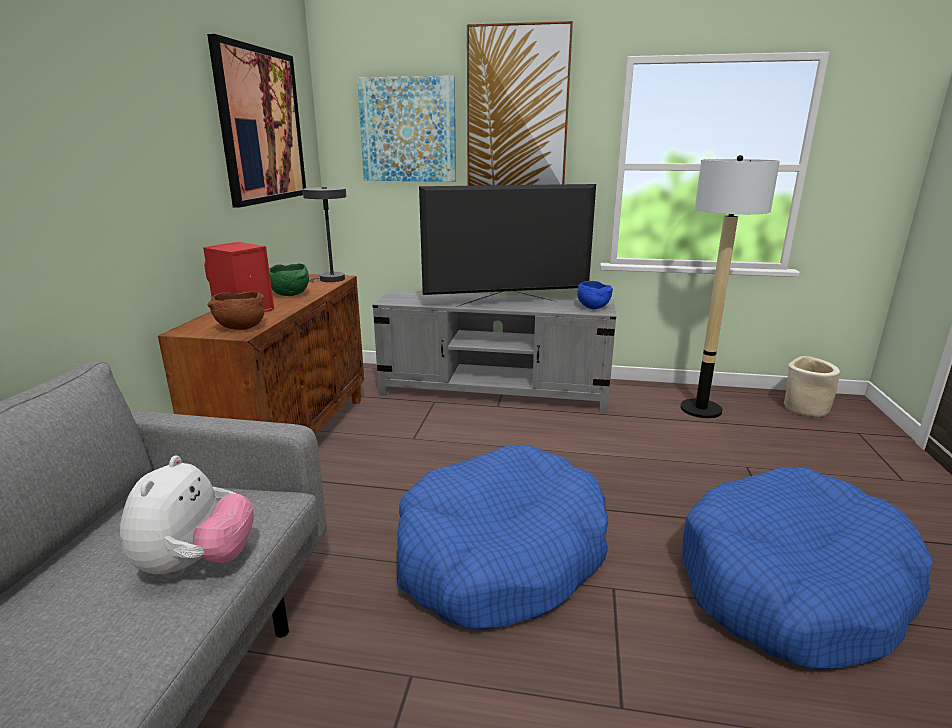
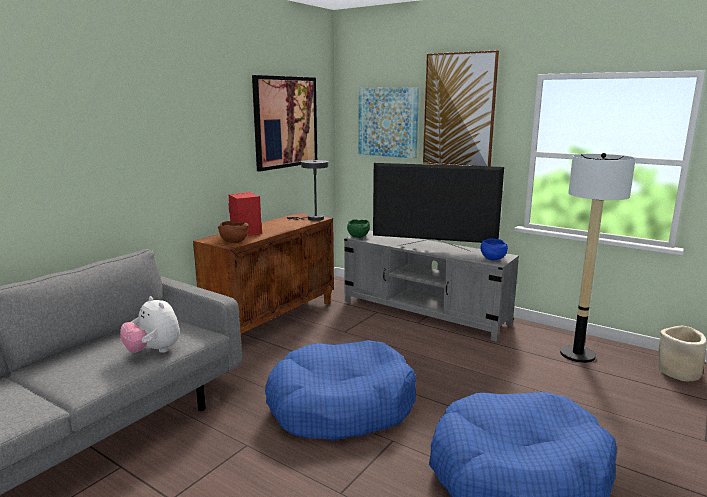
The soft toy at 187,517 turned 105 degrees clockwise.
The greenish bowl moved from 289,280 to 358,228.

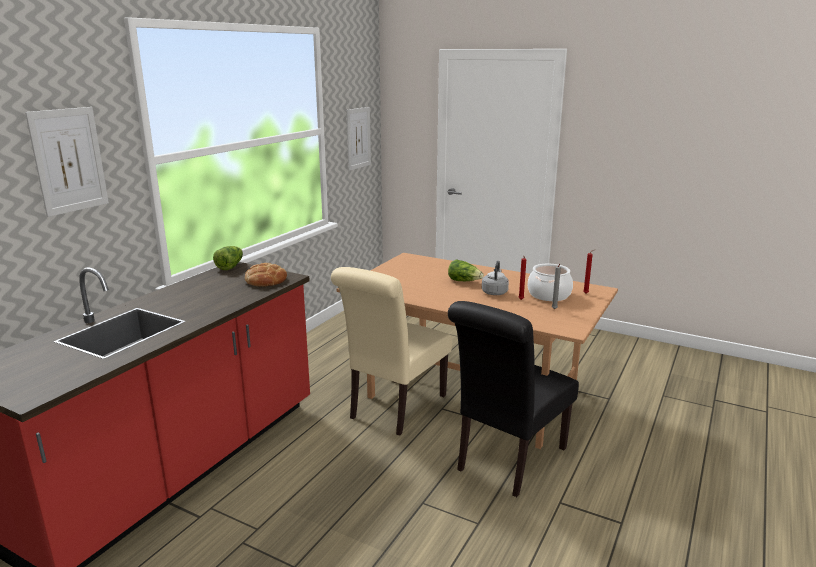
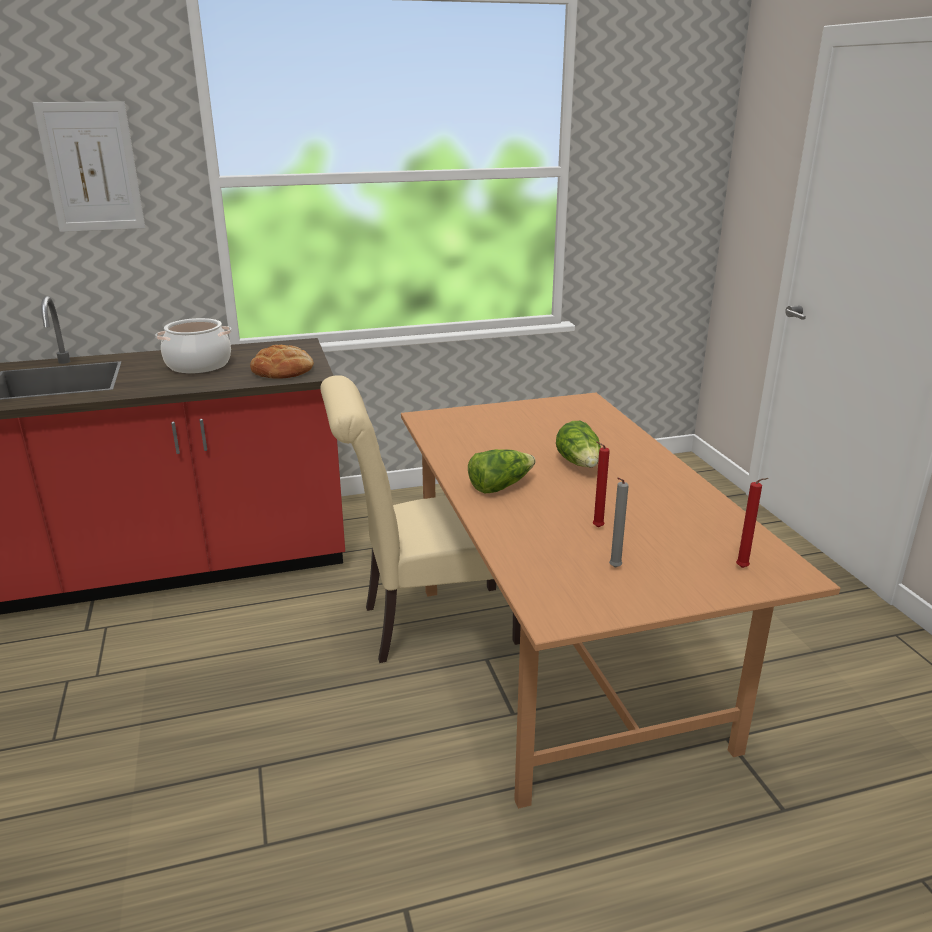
The lettuce head moved from 228,258 to 502,471.
The picture at 359,139 disappeared.
The black-coloured chair at 513,399 disappeared.
The greyish kettle at 495,278 disappeared.
The stockpot moved from 550,282 to 193,345.

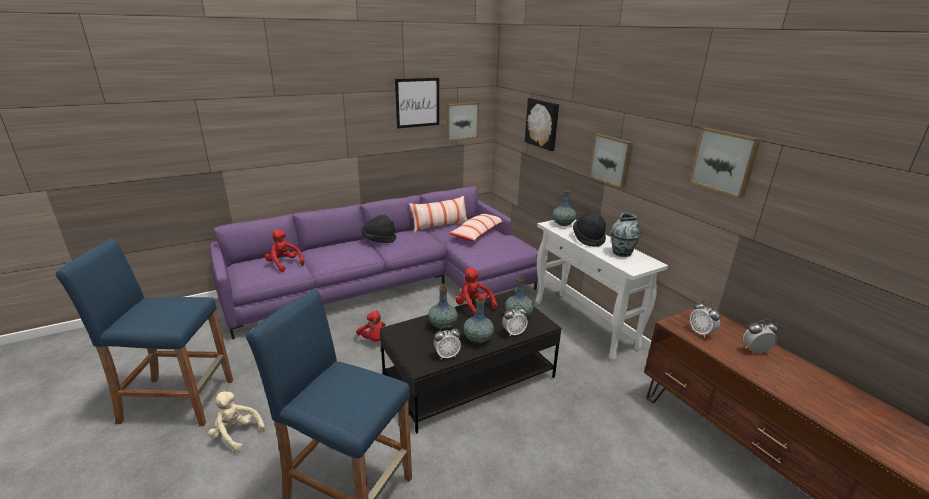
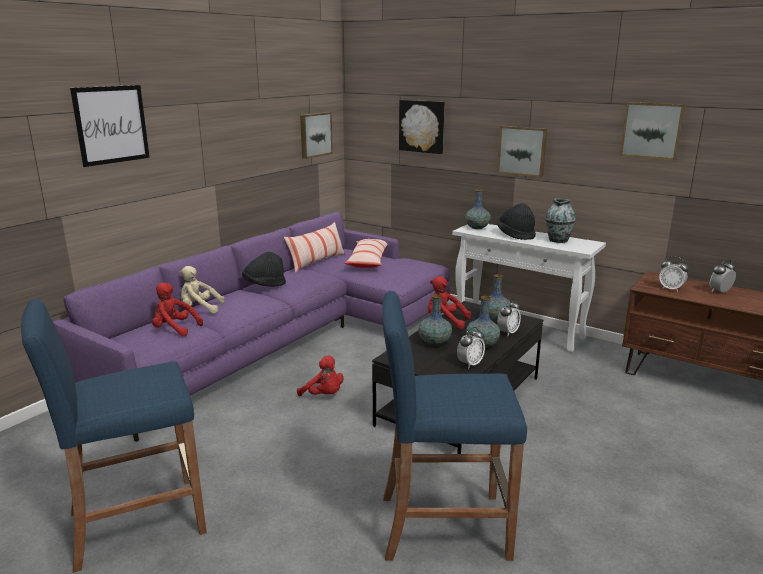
The beige soft toy moved from 236,421 to 202,290.
The picture moved from 417,103 to 110,126.

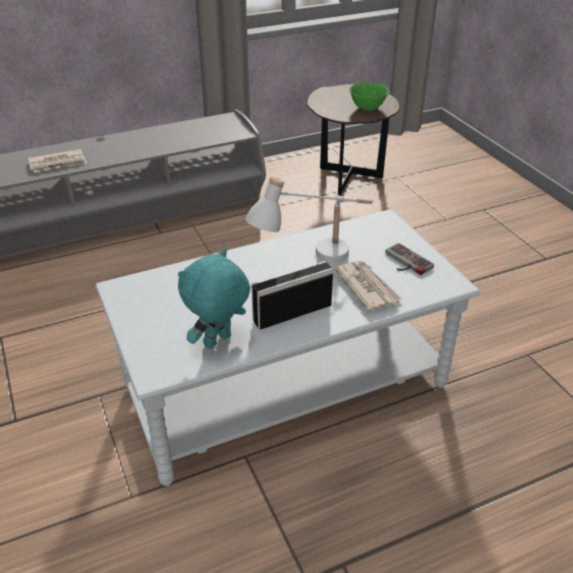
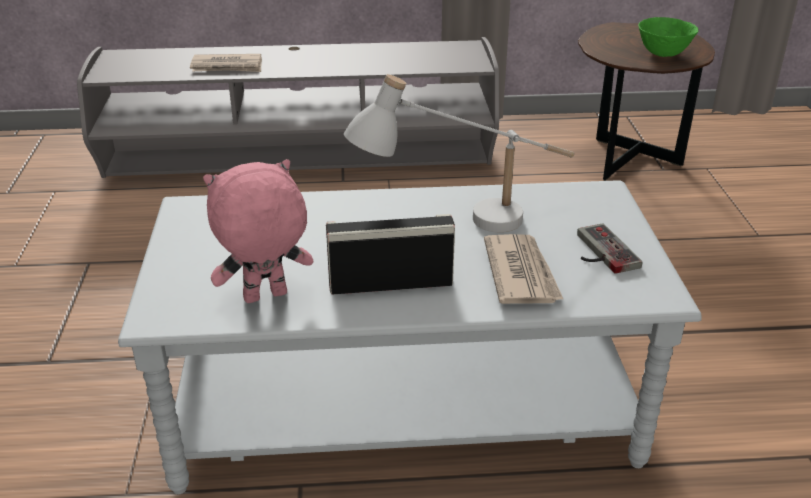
The blue-green soft toy at 214,299 became the pink soft toy at 258,231.

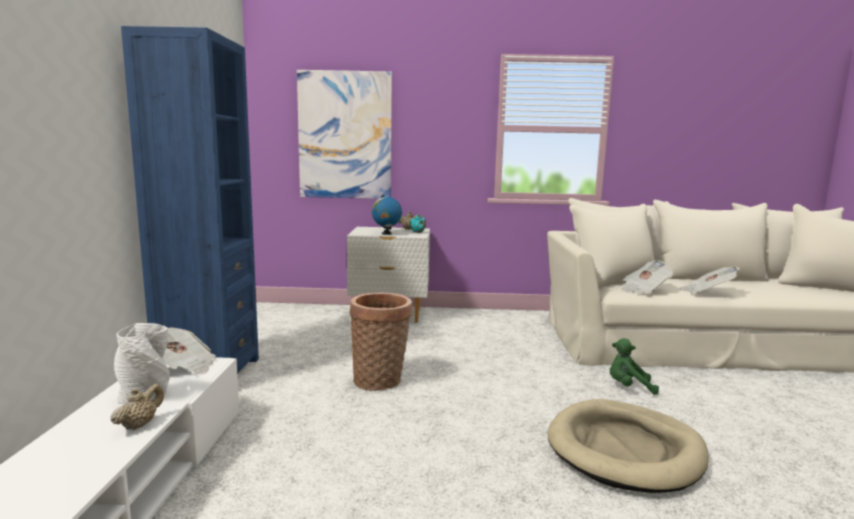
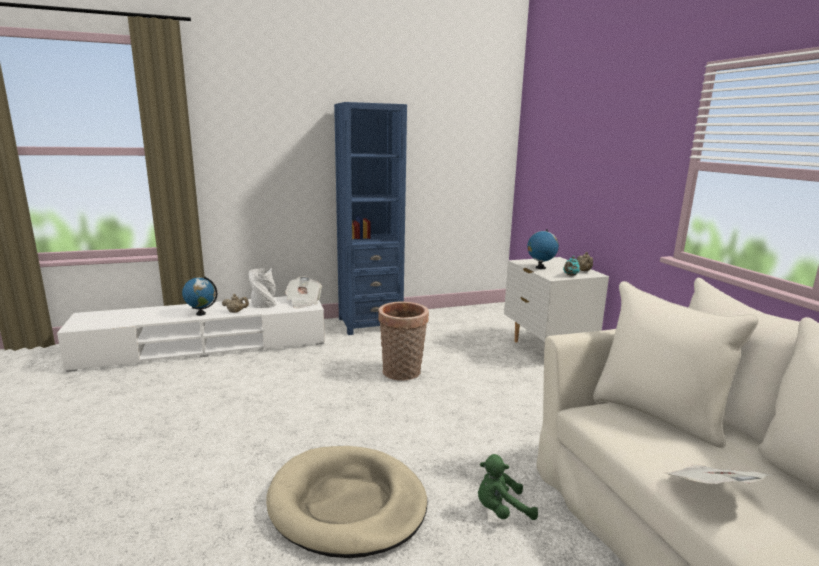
The picture at 344,134 disappeared.
The greenish soft toy at 634,366 turned 90 degrees counterclockwise.
The printed paper at 647,277 disappeared.
The world globe at 199,296 appeared.

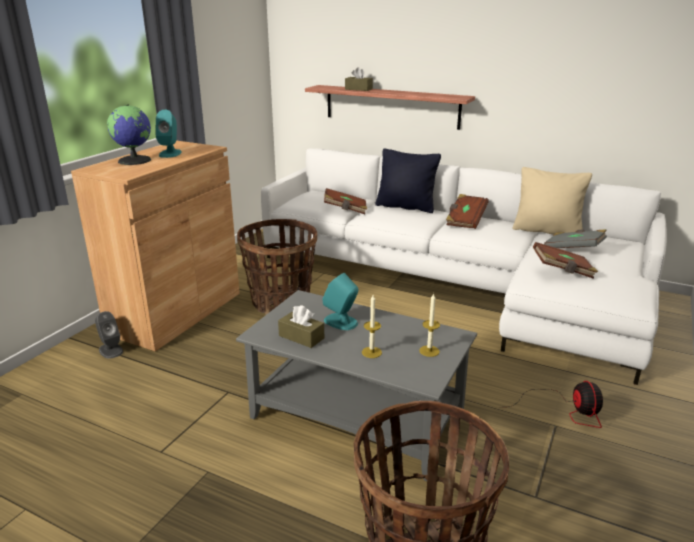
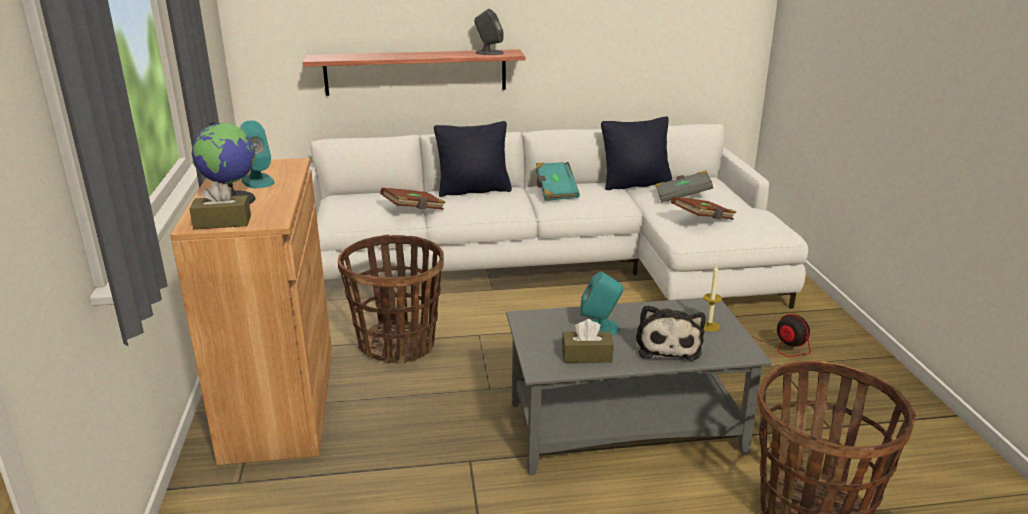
The greyish speaker moved from 109,335 to 489,32.
The brown tissue holder moved from 359,79 to 220,205.
The candle at 372,326 was replaced by the soft toy at 671,333.
The brown bound book at 467,211 became the blue-green bound book at 558,181.
The beige pillow at 552,200 became the black-coloured pillow at 636,153.

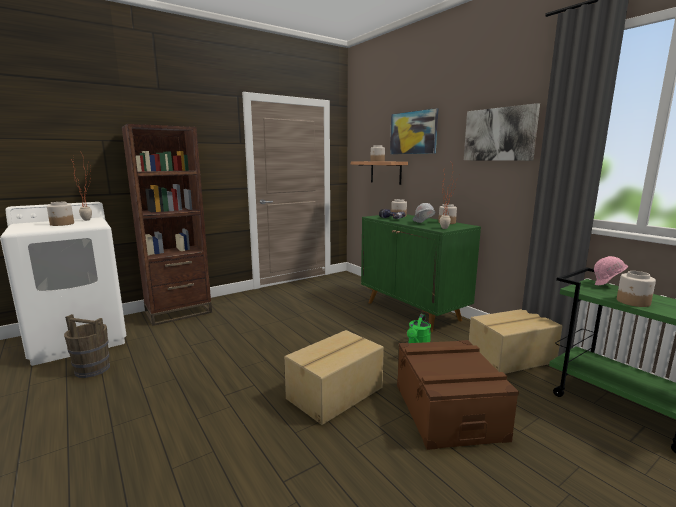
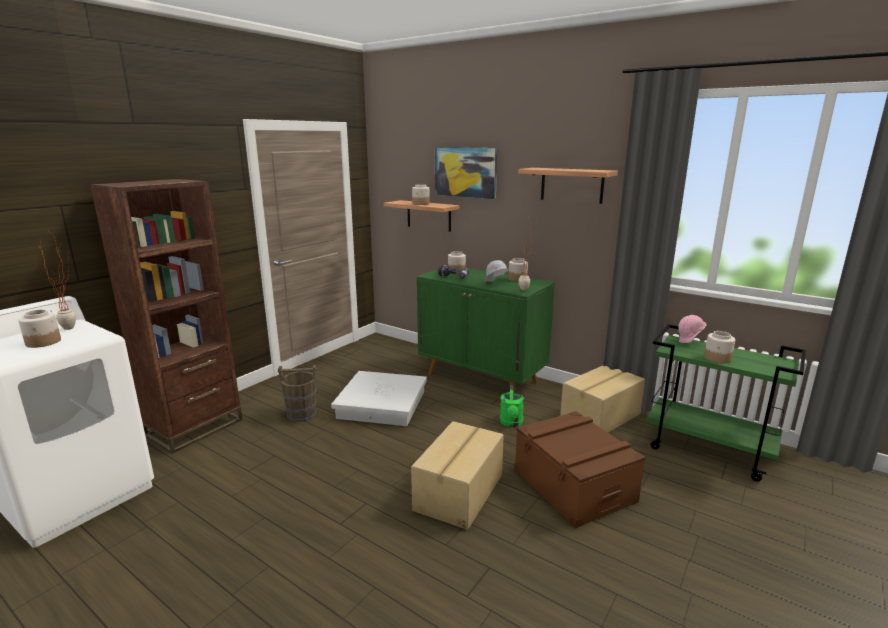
The brown pail moved from 87,346 to 297,393.
The picture at 502,132 was replaced by the bracket shelf at 568,186.
The white-coloured storage container at 379,398 appeared.

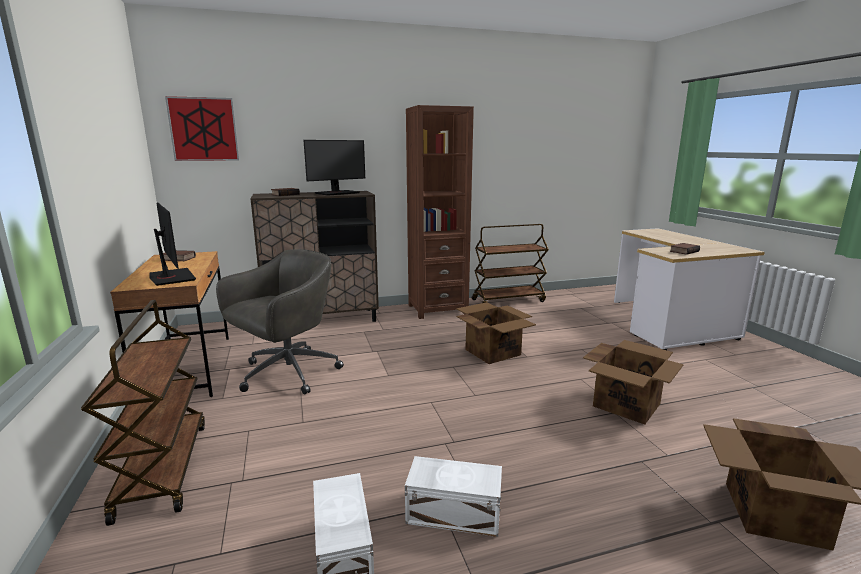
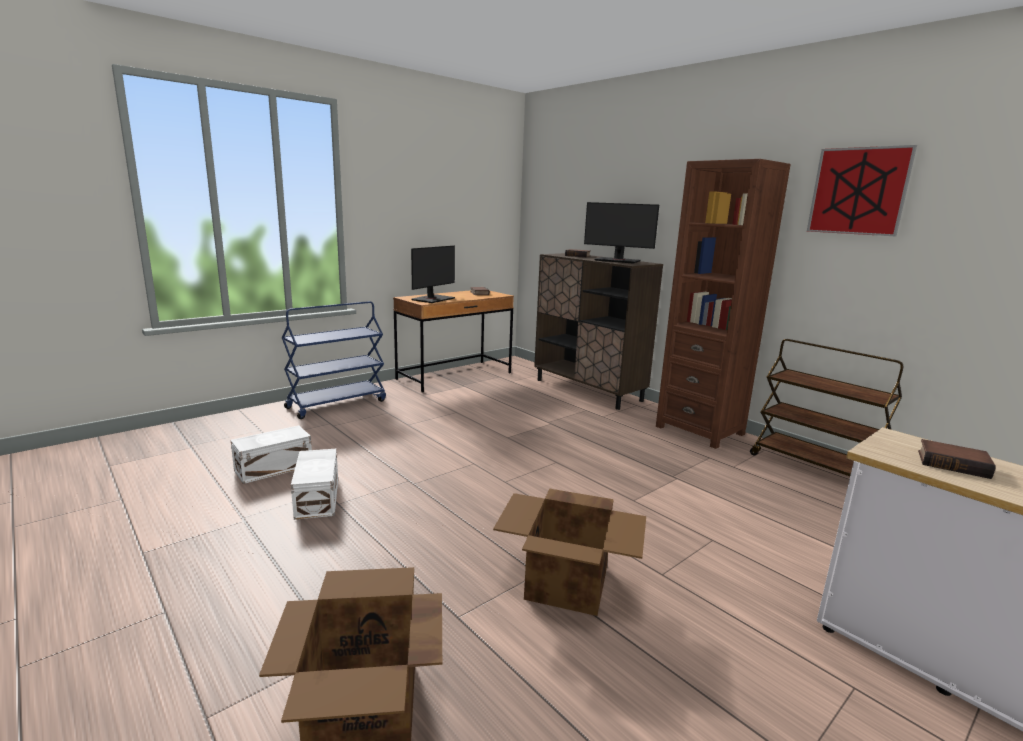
The brown cart at 143,413 became the blue cart at 334,360.
The picture moved from 202,128 to 862,190.
The greyish office chair at 280,321 disappeared.
The carton at 496,333 disappeared.

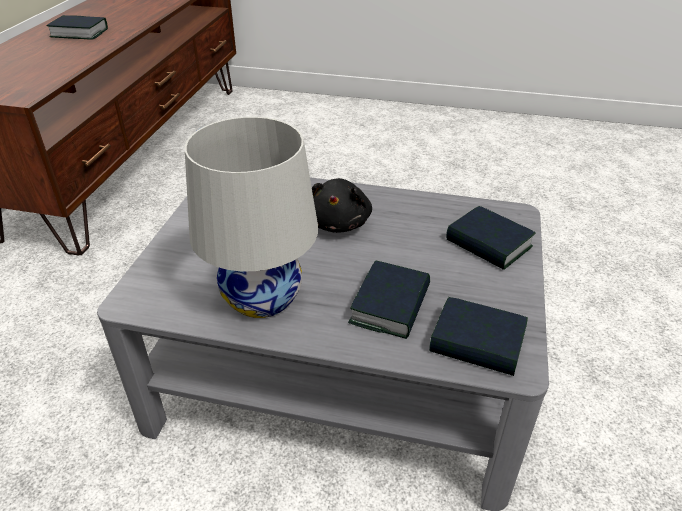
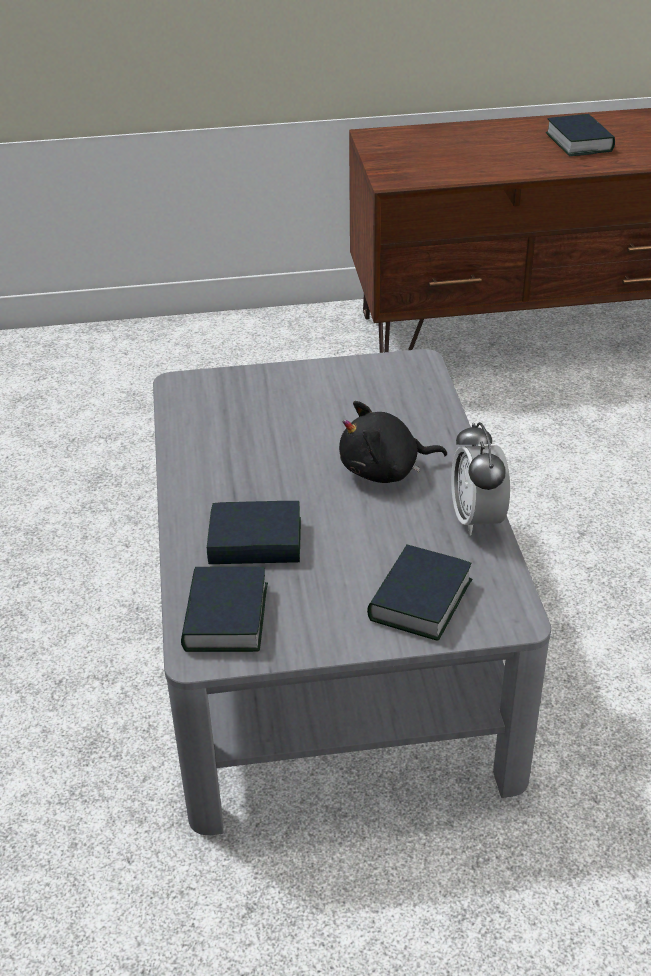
The white-coloured tabletop lamp at 251,217 disappeared.
The table clock at 480,479 appeared.

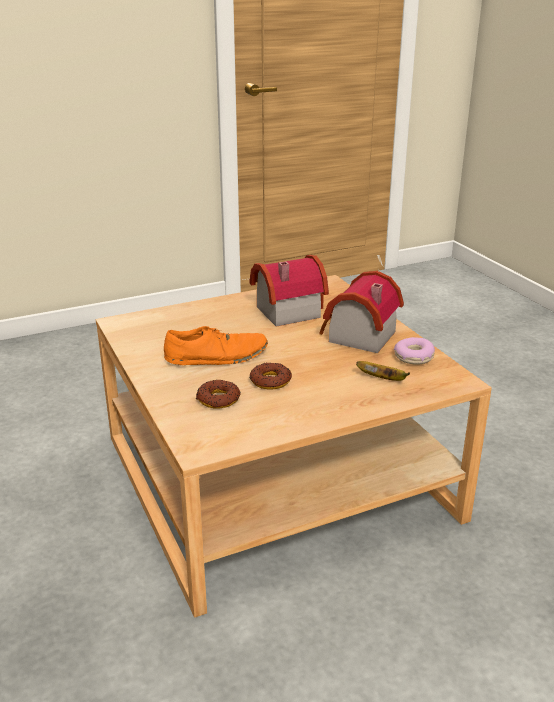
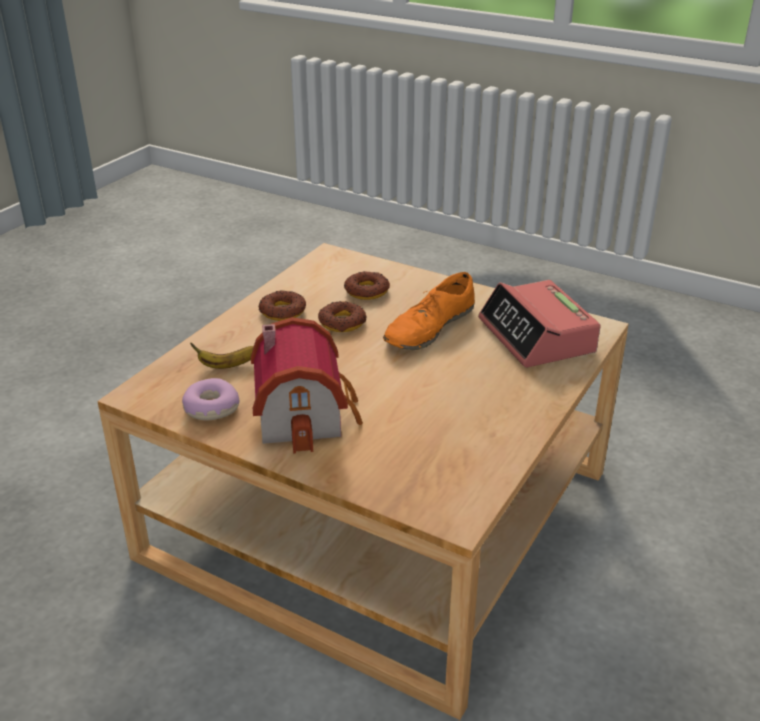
The miniature house at 289,290 disappeared.
The donut at 282,306 appeared.
The table clock at 539,324 appeared.

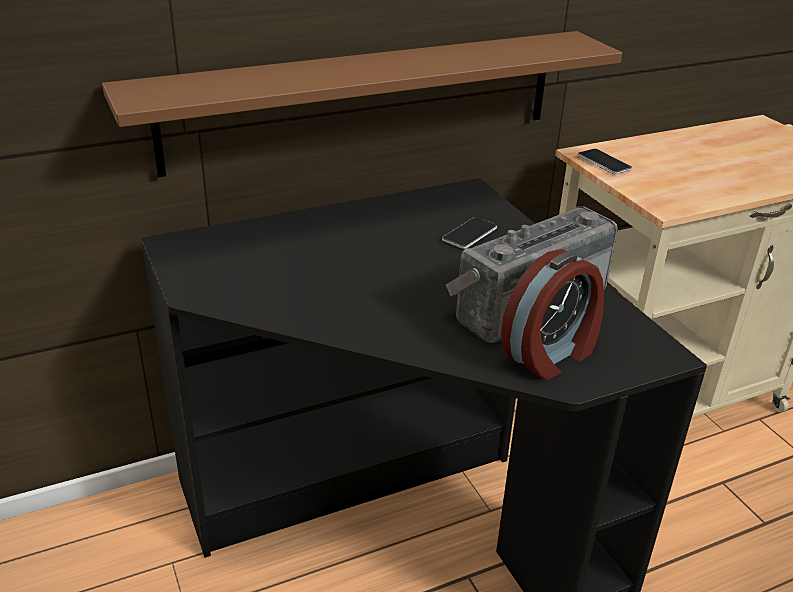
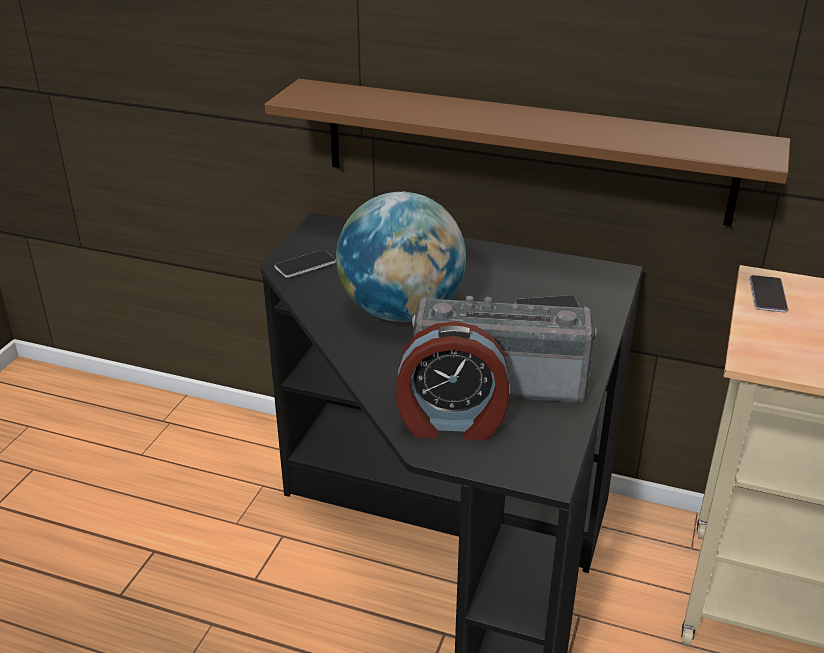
The telephone at 305,264 appeared.
The world globe at 401,257 appeared.

